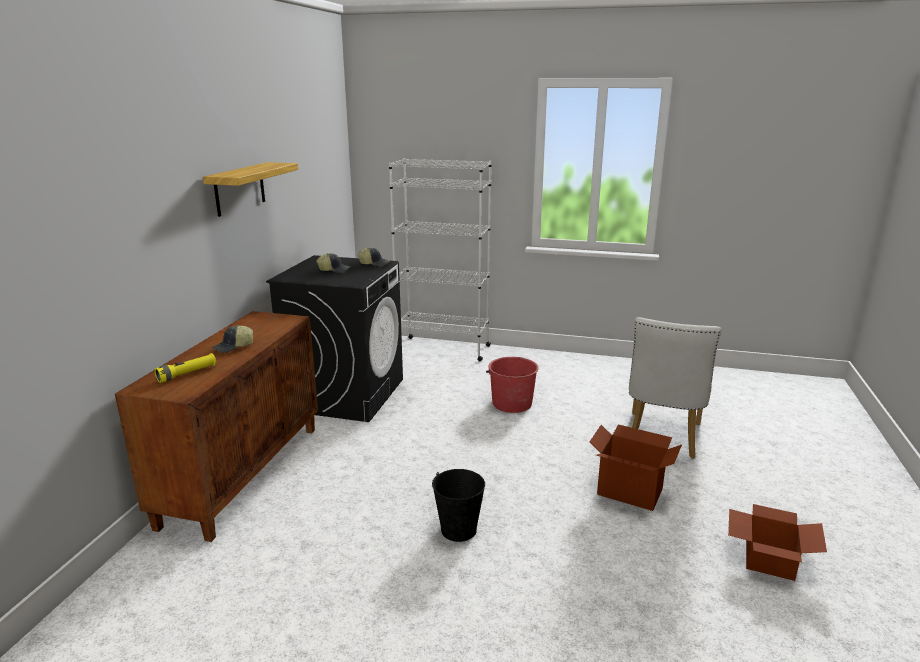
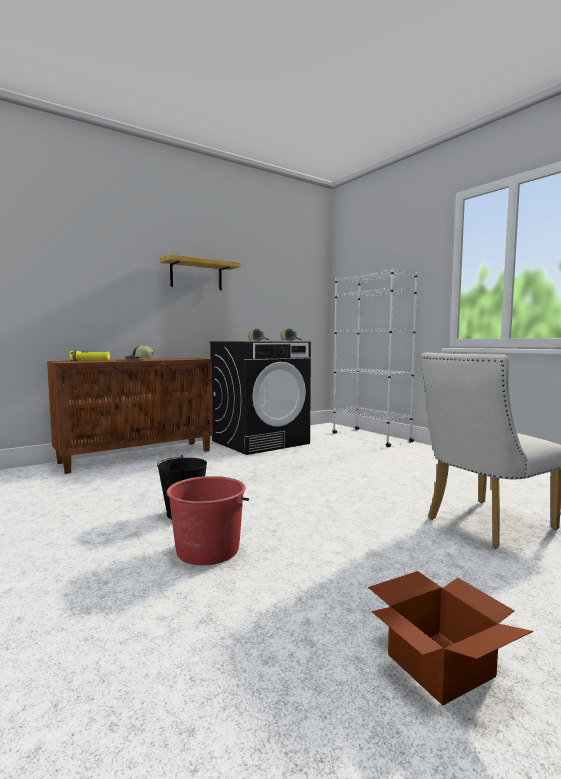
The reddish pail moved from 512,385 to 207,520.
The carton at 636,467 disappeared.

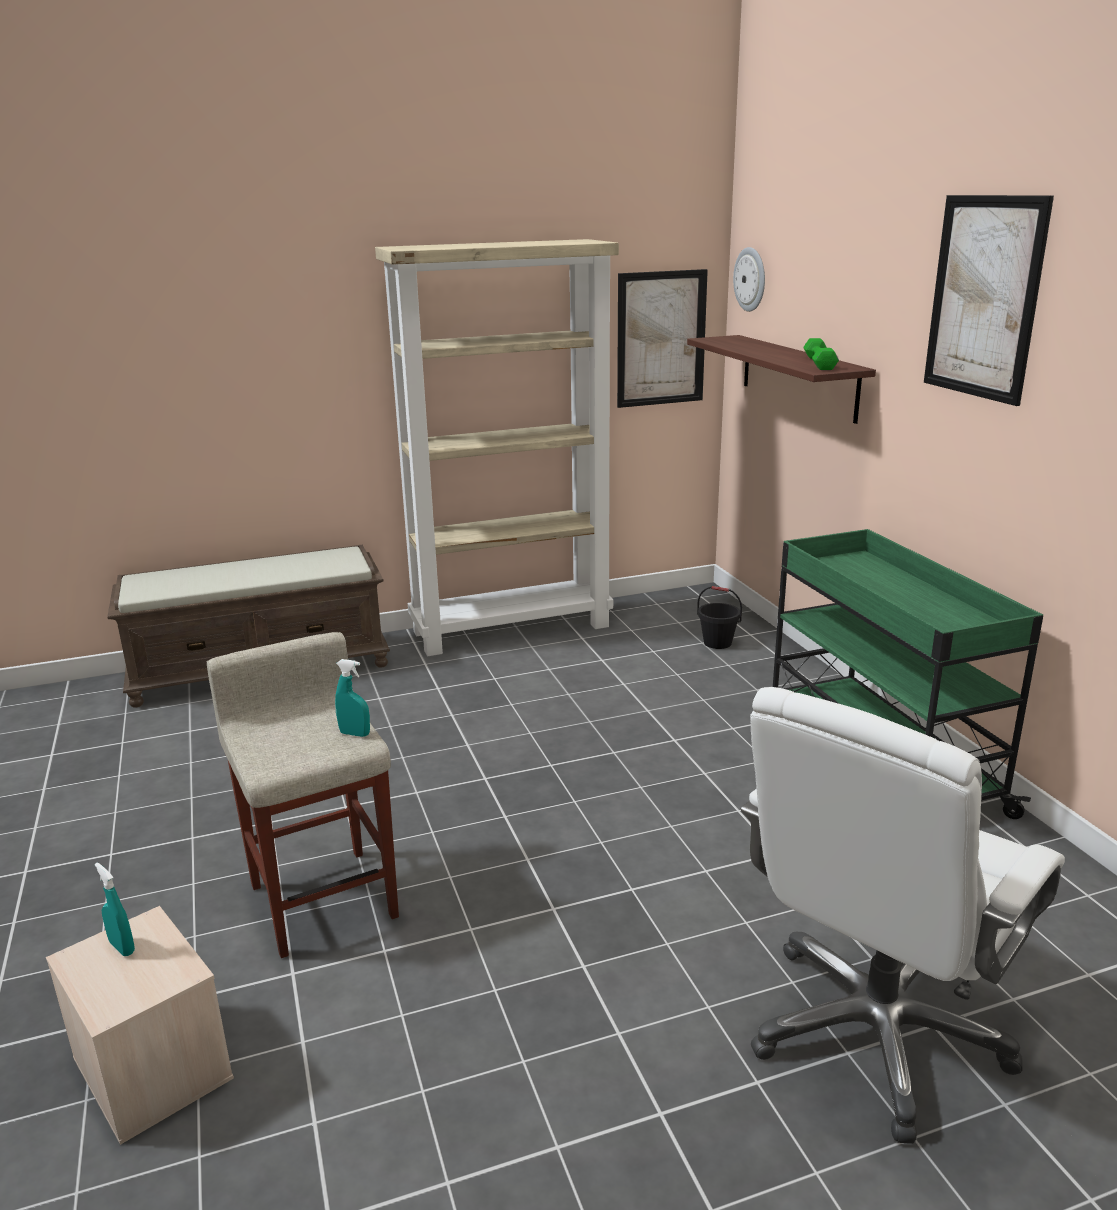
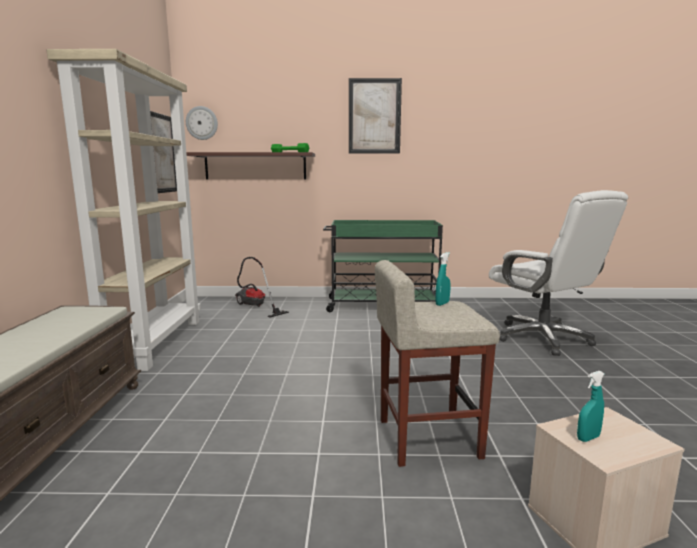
The black-coloured pail at 719,617 was replaced by the vacuum at 262,287.

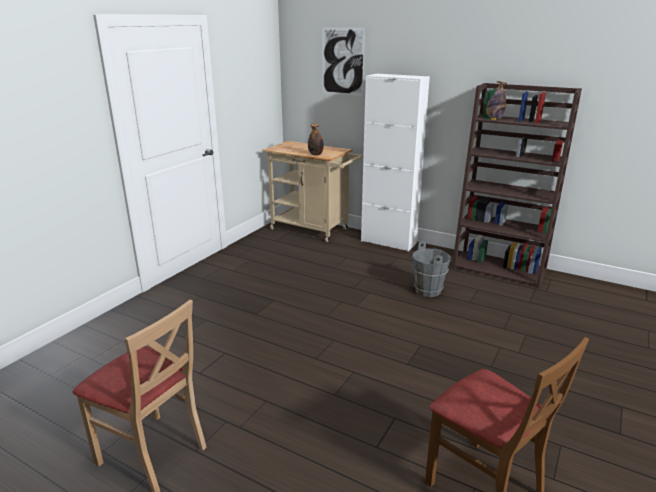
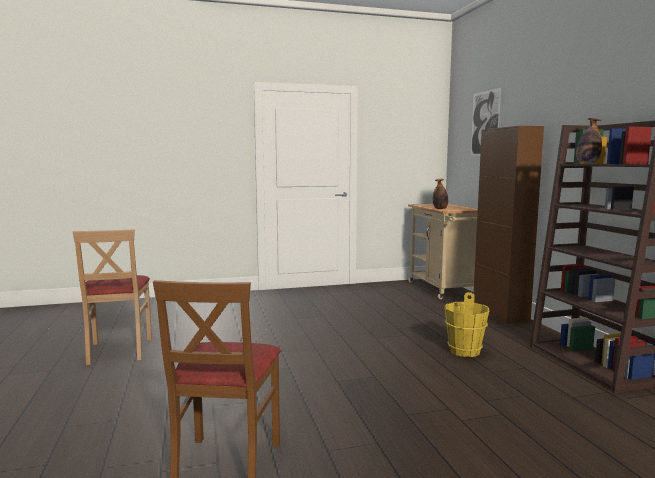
The white-coloured cabinet at 395,163 became the brown cabinet at 509,225.
The greyish pail at 431,269 became the yellowish pail at 466,324.

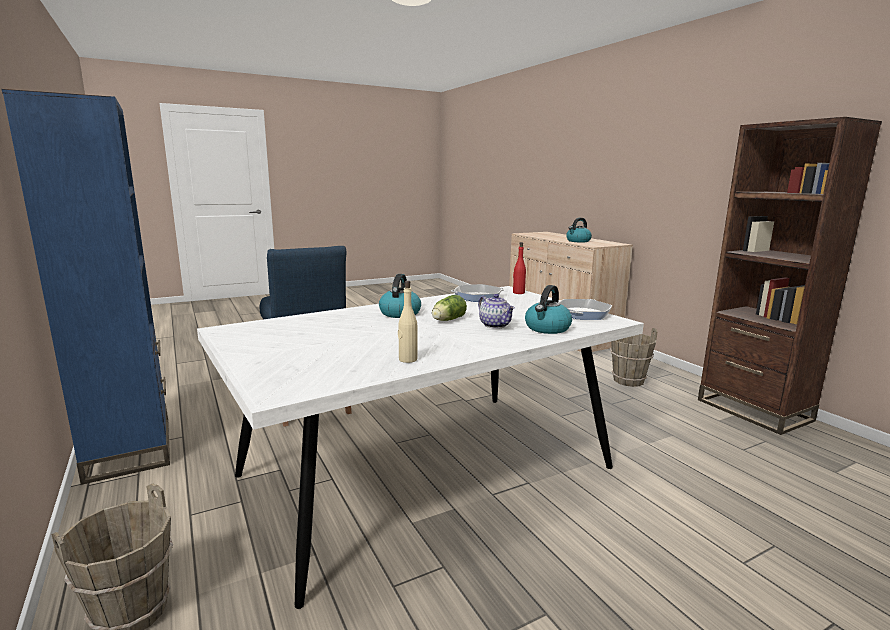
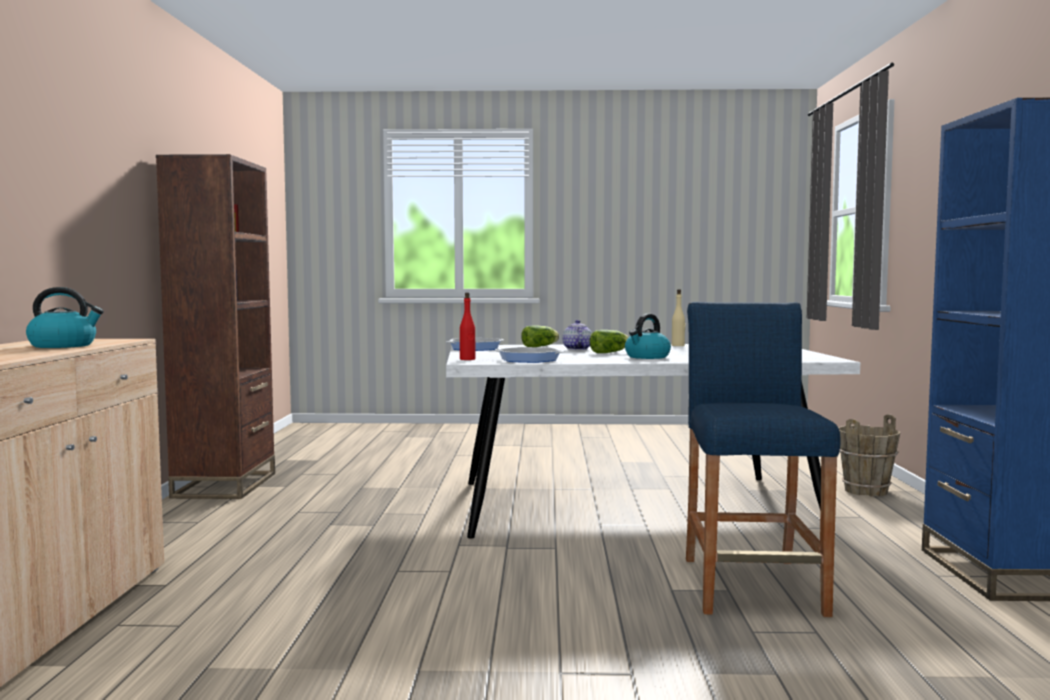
The kettle at 548,309 was replaced by the lettuce head at 540,336.
The brown pail at 634,357 disappeared.

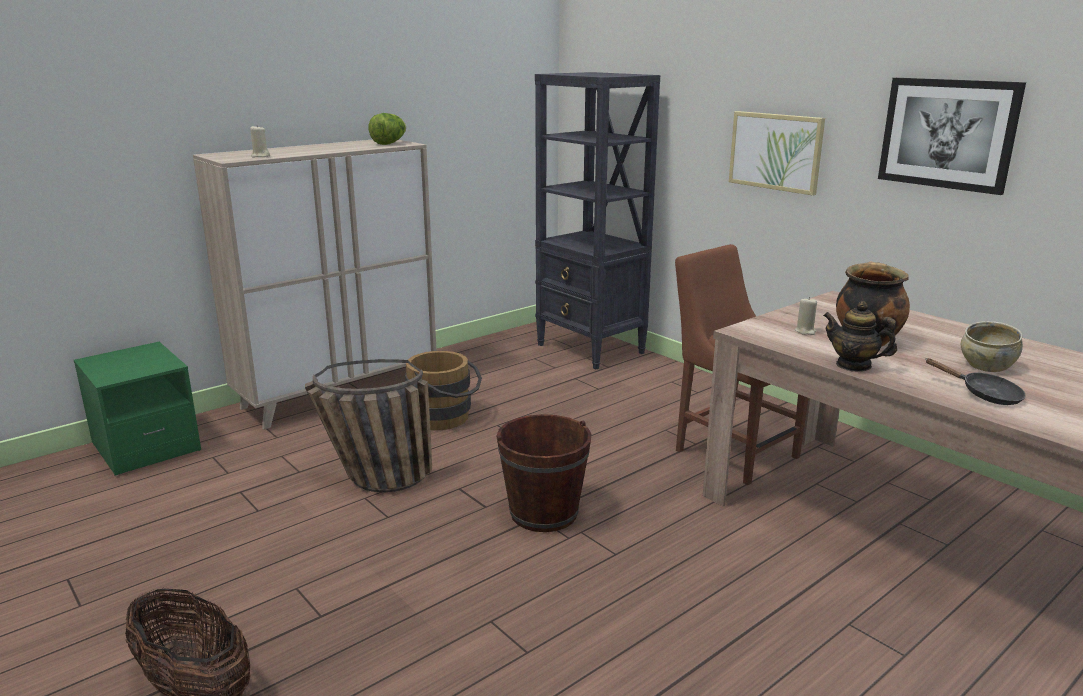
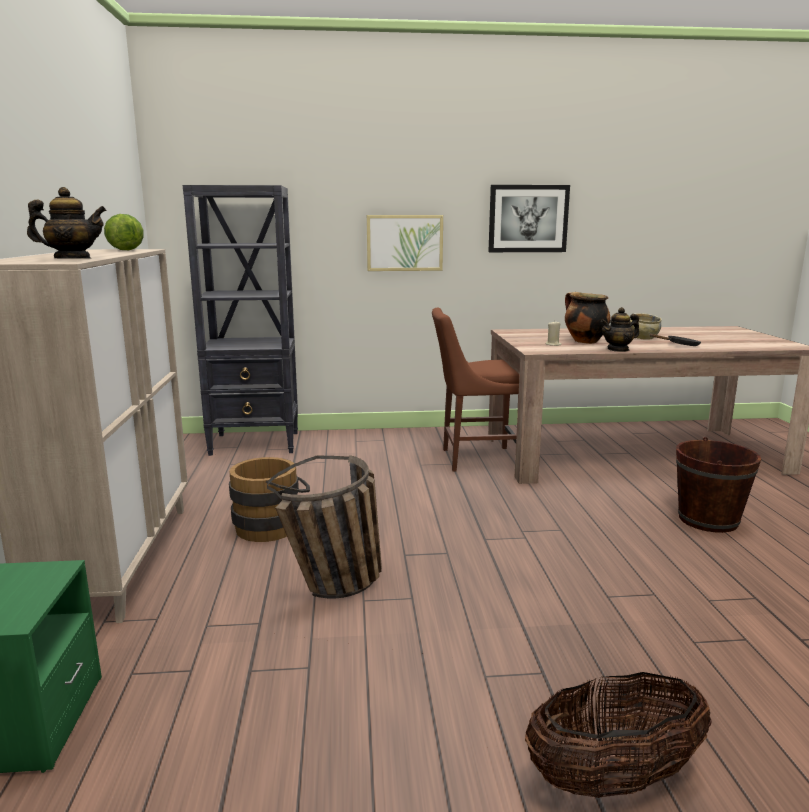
The beige candle at 260,141 was replaced by the tea pot at 66,223.
The brown pail moved from 544,473 to 718,485.

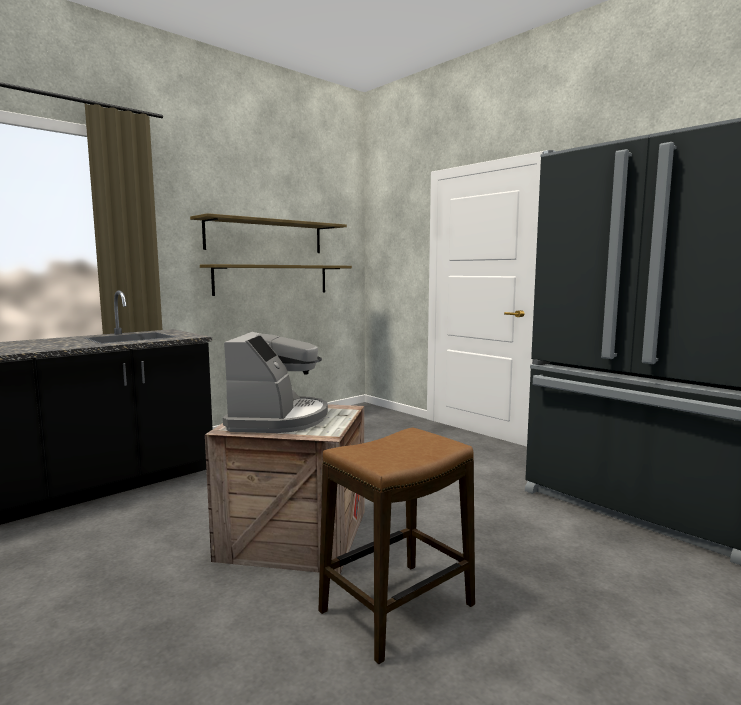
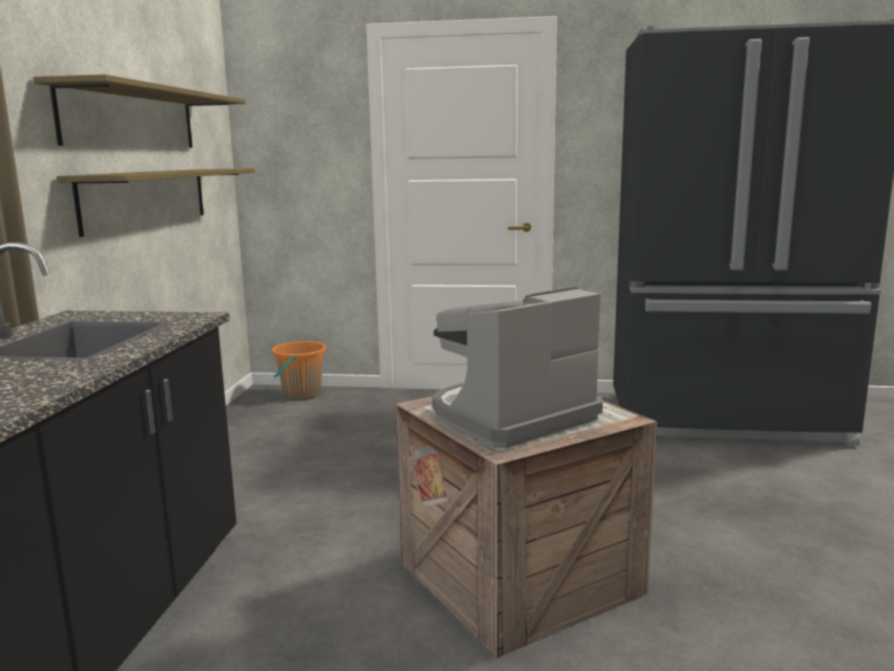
The coffee brewer at 275,382 turned 90 degrees counterclockwise.
The stool seat at 396,545 disappeared.
The orangey pail at 299,371 appeared.

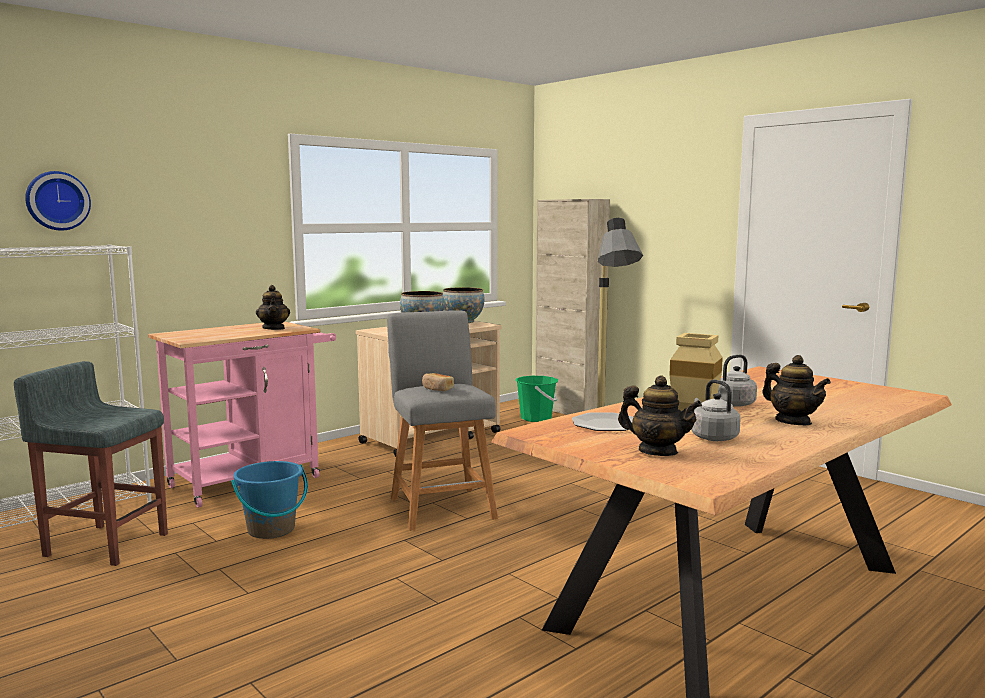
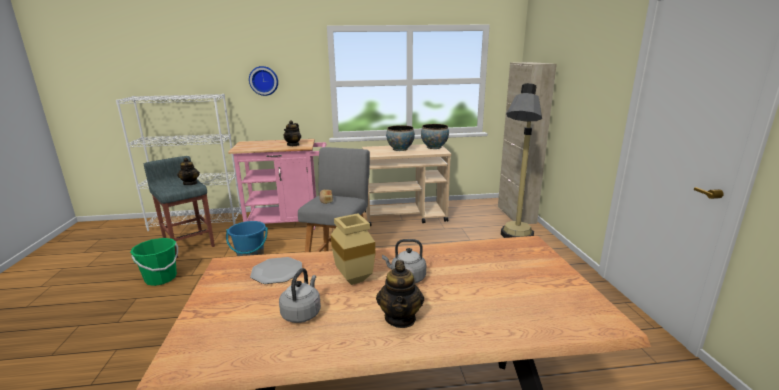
The clock on the wall moved from 58,201 to 263,81.
The greenish pail moved from 536,399 to 154,262.
The tea pot moved from 660,416 to 188,171.

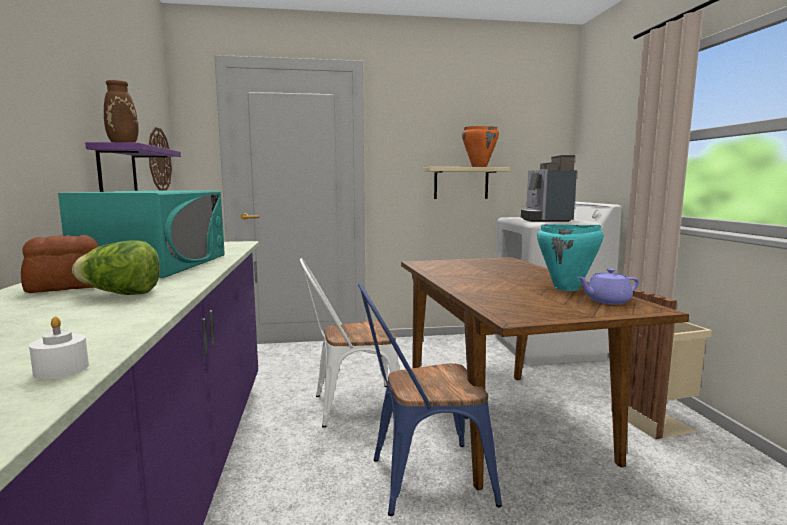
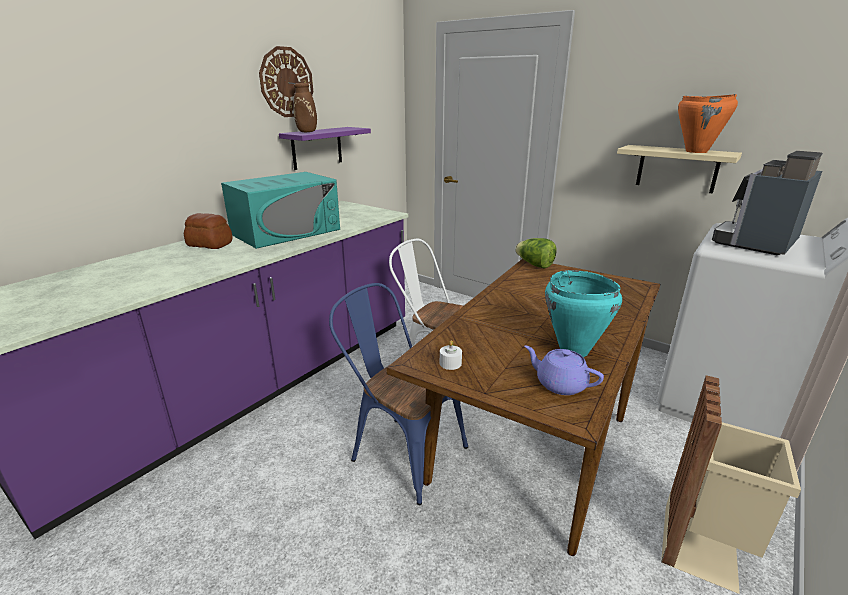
The white-coloured candle moved from 59,348 to 451,355.
The lettuce head moved from 116,267 to 536,253.
The clock on the wall moved from 160,159 to 286,81.

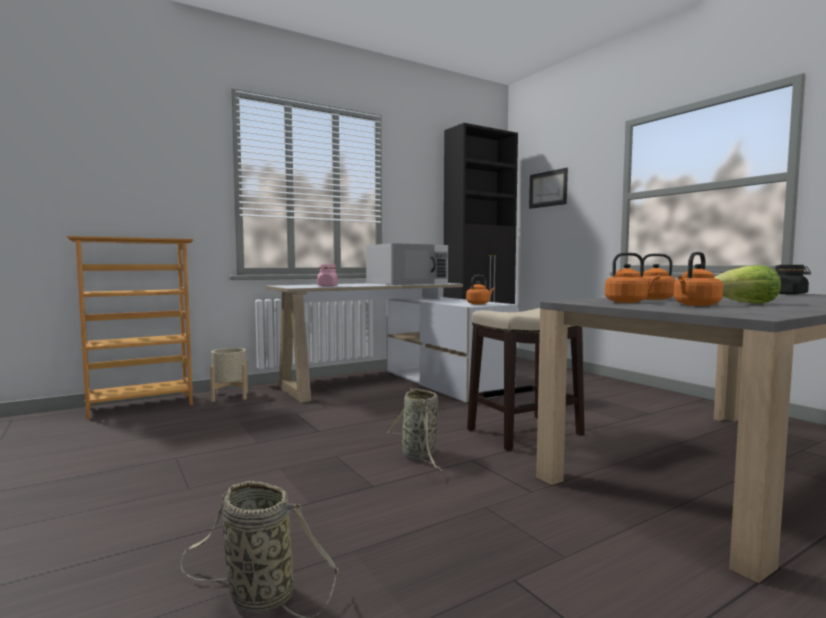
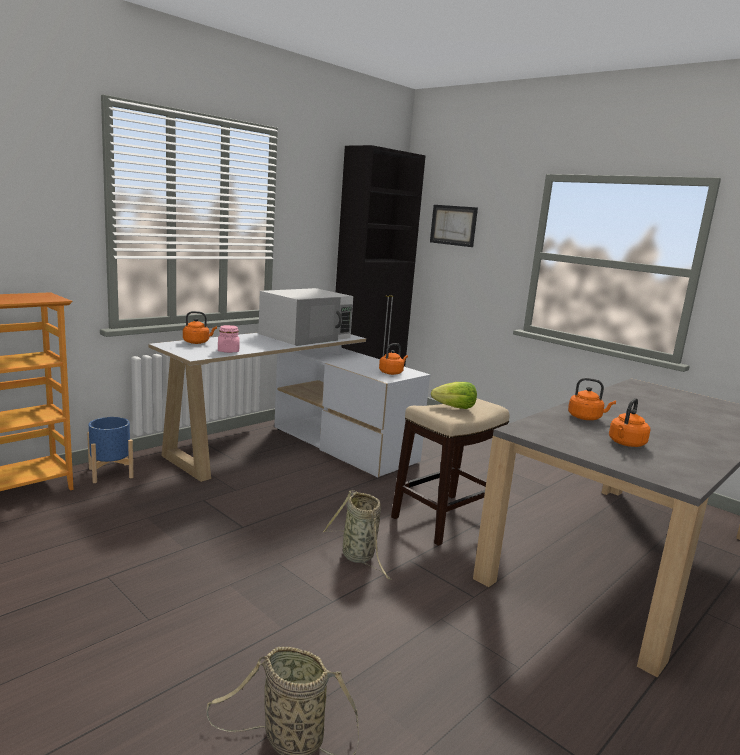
The beige planter at 229,375 became the blue planter at 110,450.
The orangey kettle moved from 632,277 to 200,327.
The lettuce head moved from 747,284 to 454,395.
The black-coloured storage jar at 792,280 disappeared.

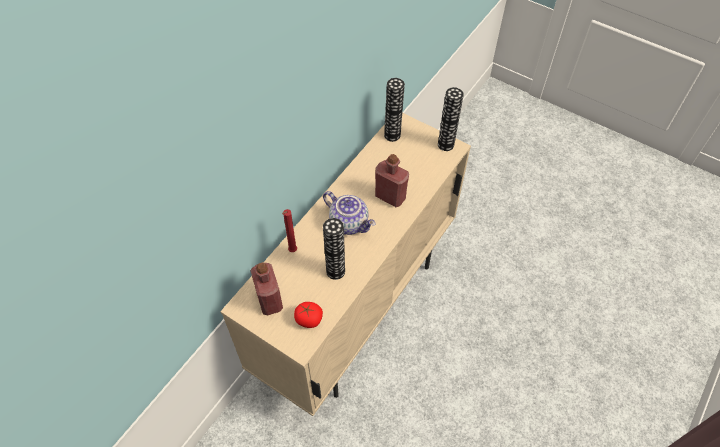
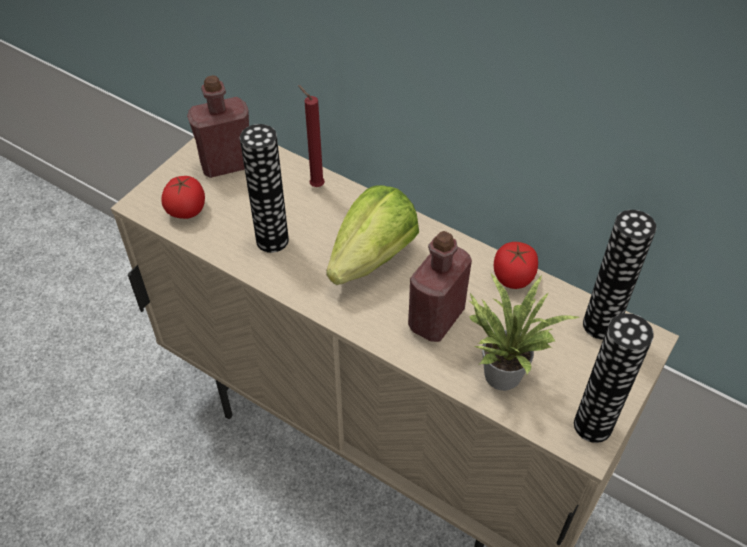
The tea pot at 349,213 was replaced by the lettuce head at 372,235.
The potted plant at 525,332 appeared.
The fresh tomato at 516,265 appeared.

